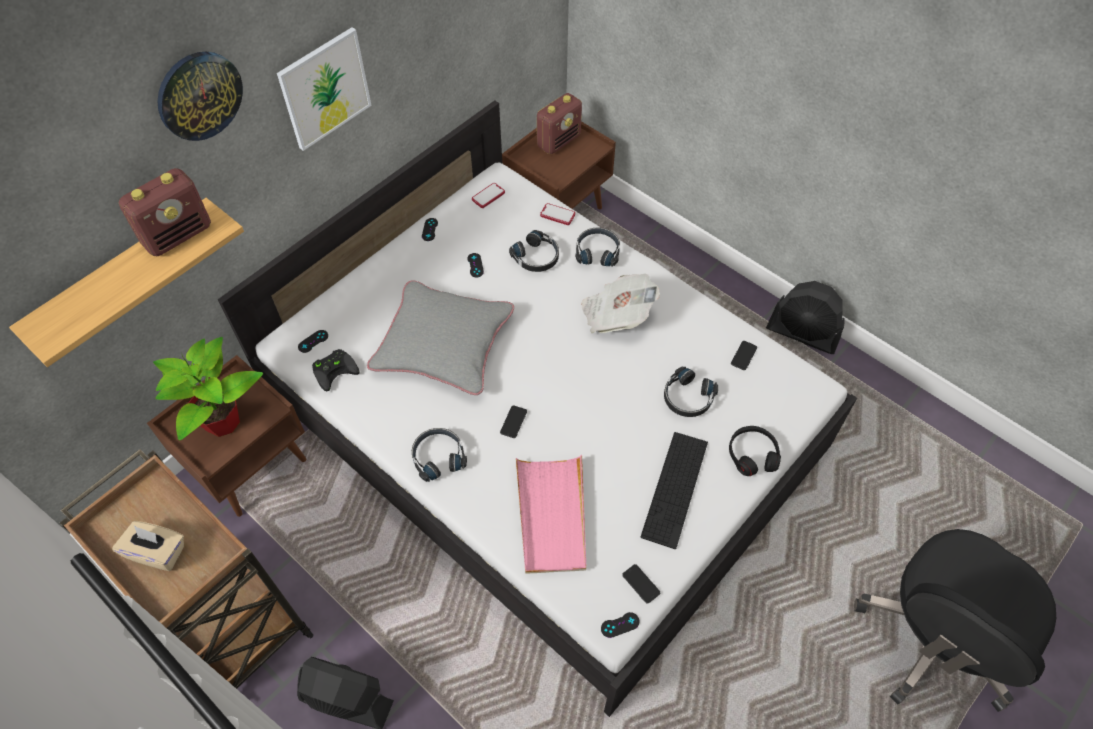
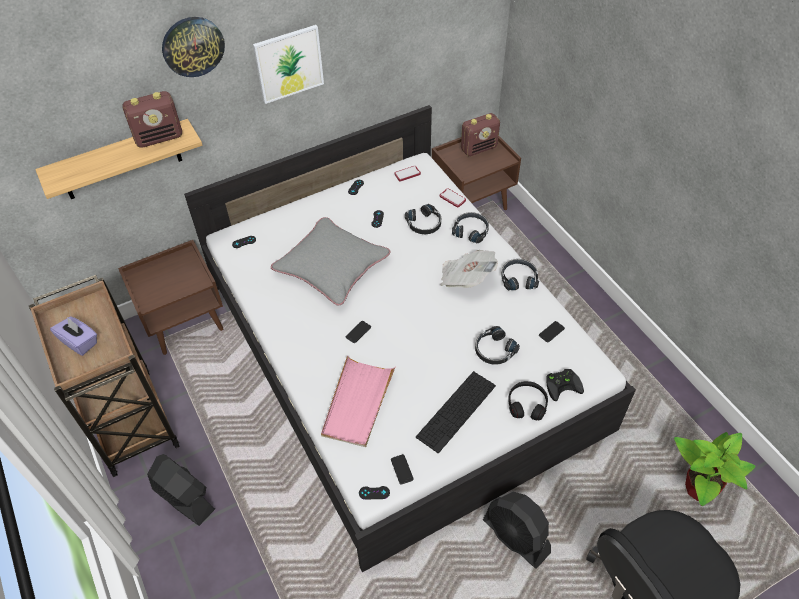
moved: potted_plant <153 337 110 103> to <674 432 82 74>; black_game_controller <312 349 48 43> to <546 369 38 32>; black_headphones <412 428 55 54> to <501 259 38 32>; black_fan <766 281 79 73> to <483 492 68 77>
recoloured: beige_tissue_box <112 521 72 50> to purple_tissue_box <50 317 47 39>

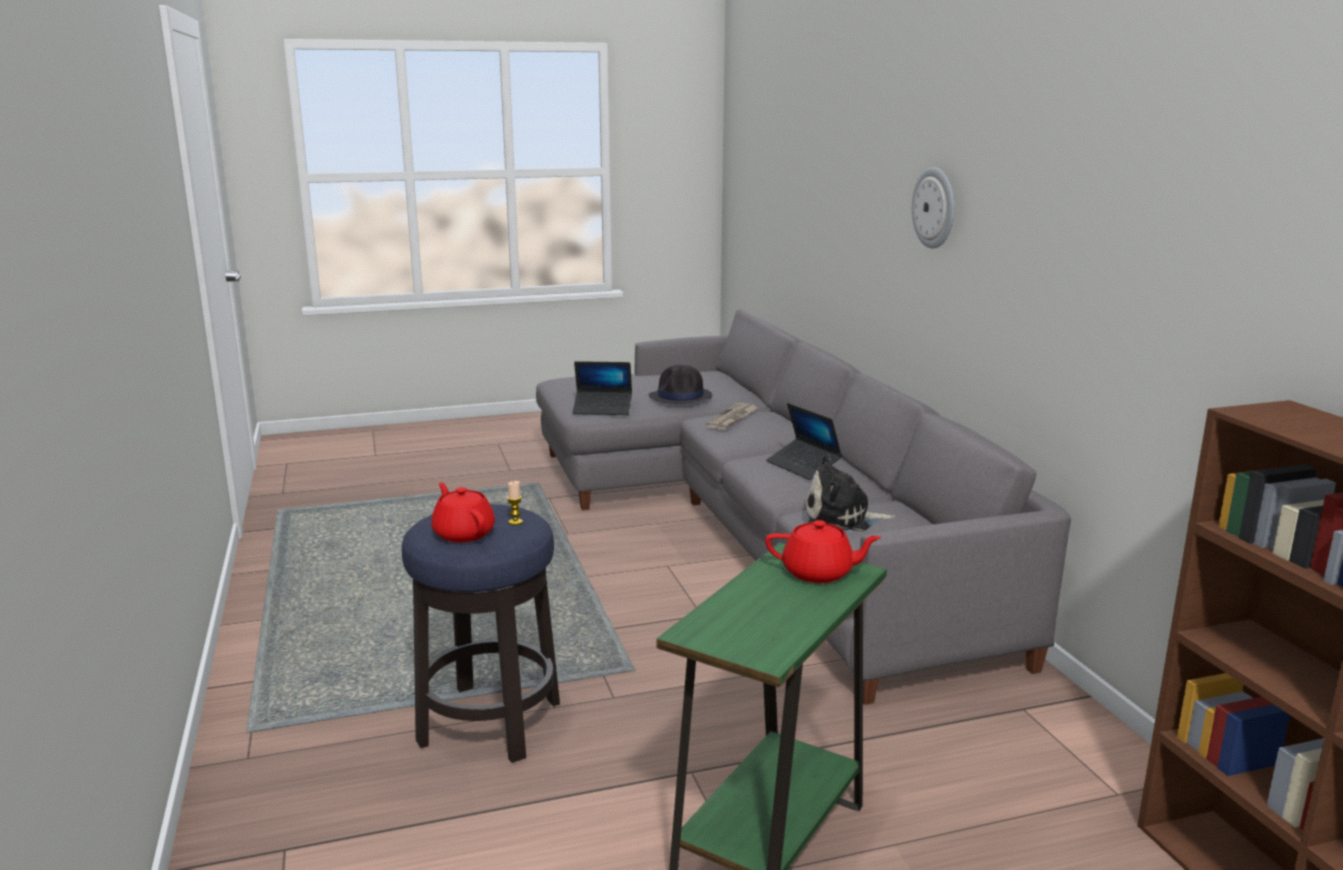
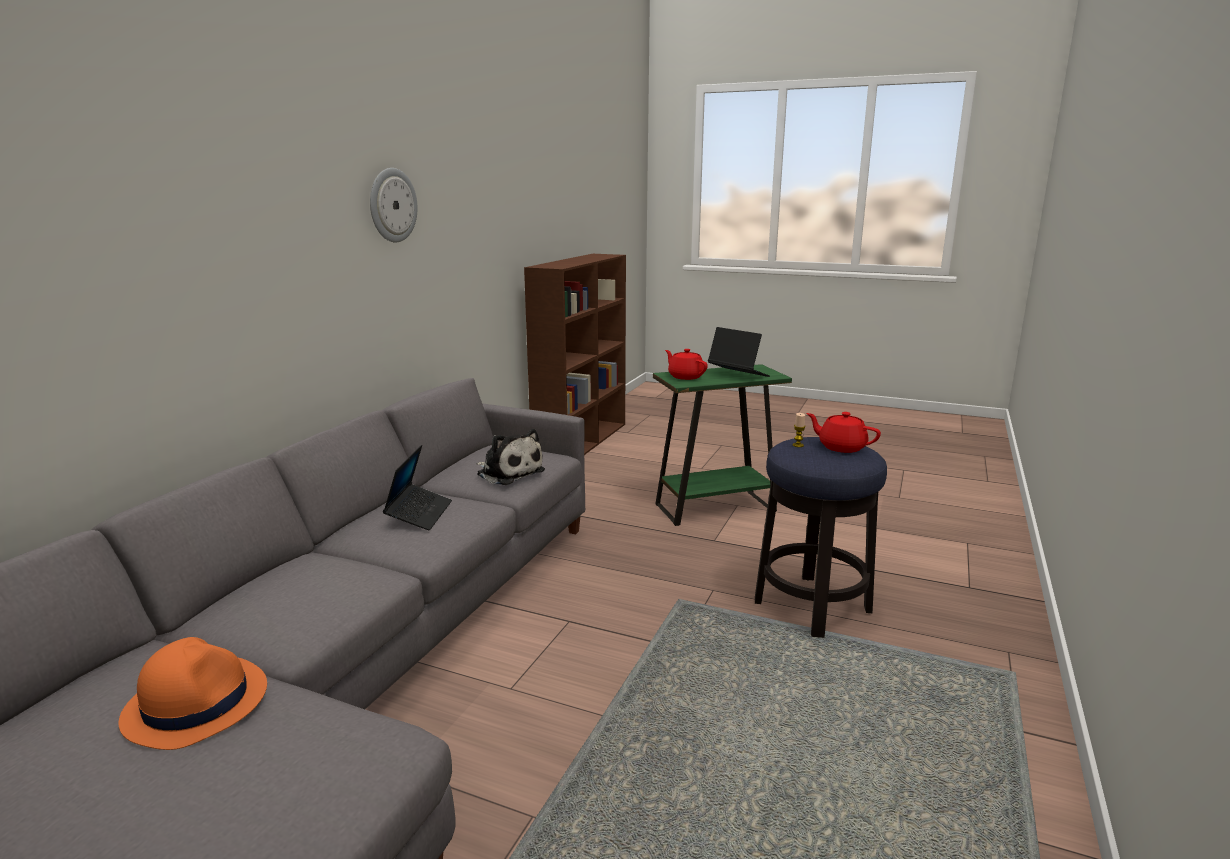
removed: newspaper <706 403 53 27>
moved: laptop <572 361 60 54> to <708 327 62 50>; wall_clock <912 167 42 82> to <370 168 48 74>
recoloured: black_hat <649 365 63 39> to orange_hat <119 637 148 113>
turned: red_teapot <431 483 64 59> = <806 412 75 41> 120 degrees clockwise

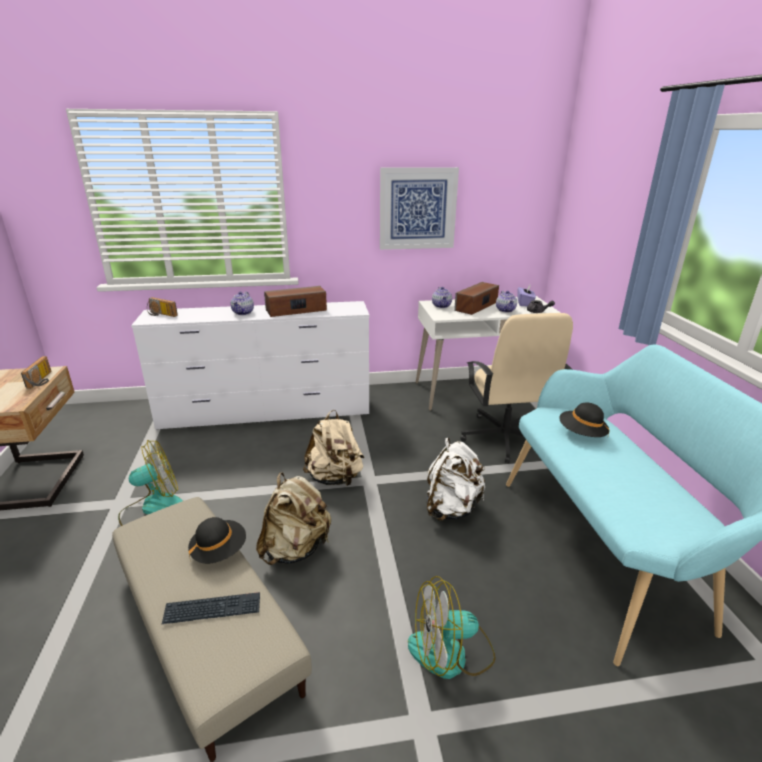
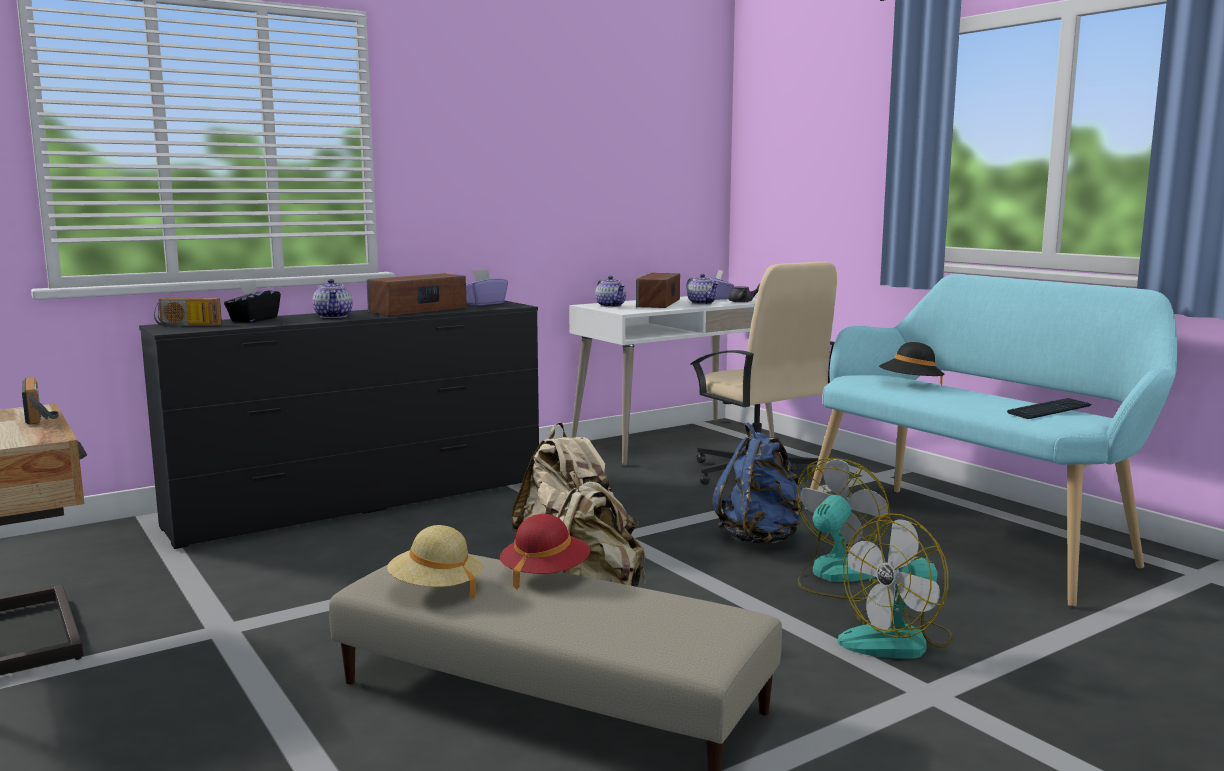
removed: picture <380 167 79 83>
added: black_tissue_box <224 281 57 41>; beige_hat <387 525 96 73>; purple_tissue_box <466 269 42 37>
moved: fan <118 440 65 86> to <796 458 94 142>; keyboard <162 592 98 32> to <1007 398 85 21>
recoloured: white_dresser <131 301 238 129> to black_dresser <139 300 400 249>; black_hat <188 517 58 47> to red_hat <500 514 91 76>; white_backpack <426 438 59 83> to blue_backpack <713 422 90 122>

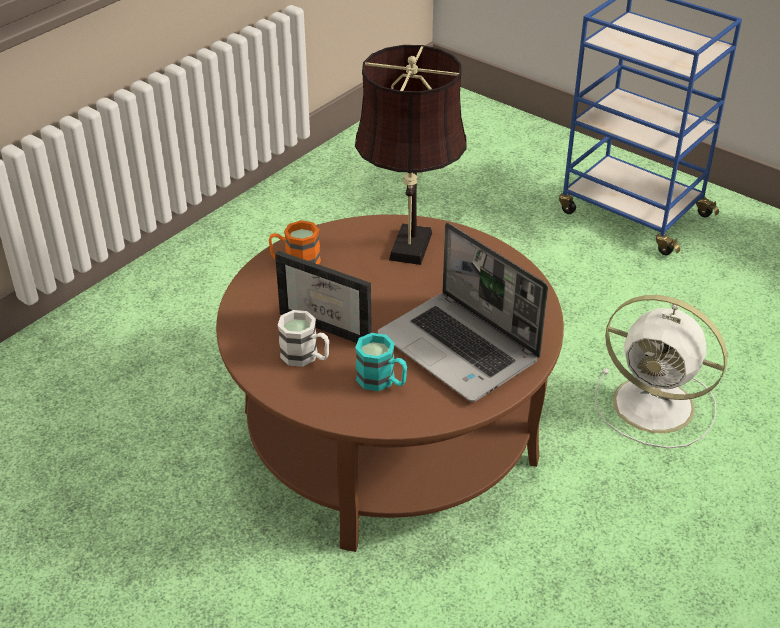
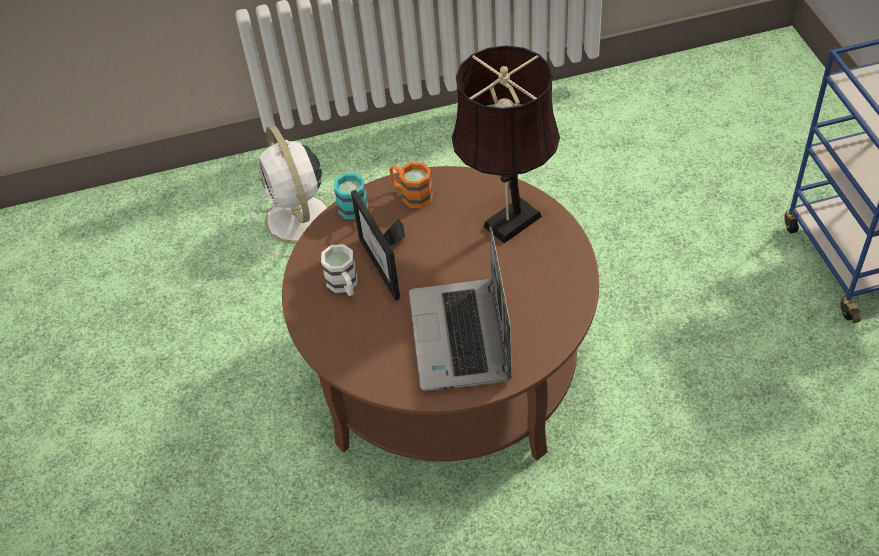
moved: turquoise_mug <355 333 52 58> to <334 173 34 46>; white_fan <595 295 132 153> to <251 125 85 131>

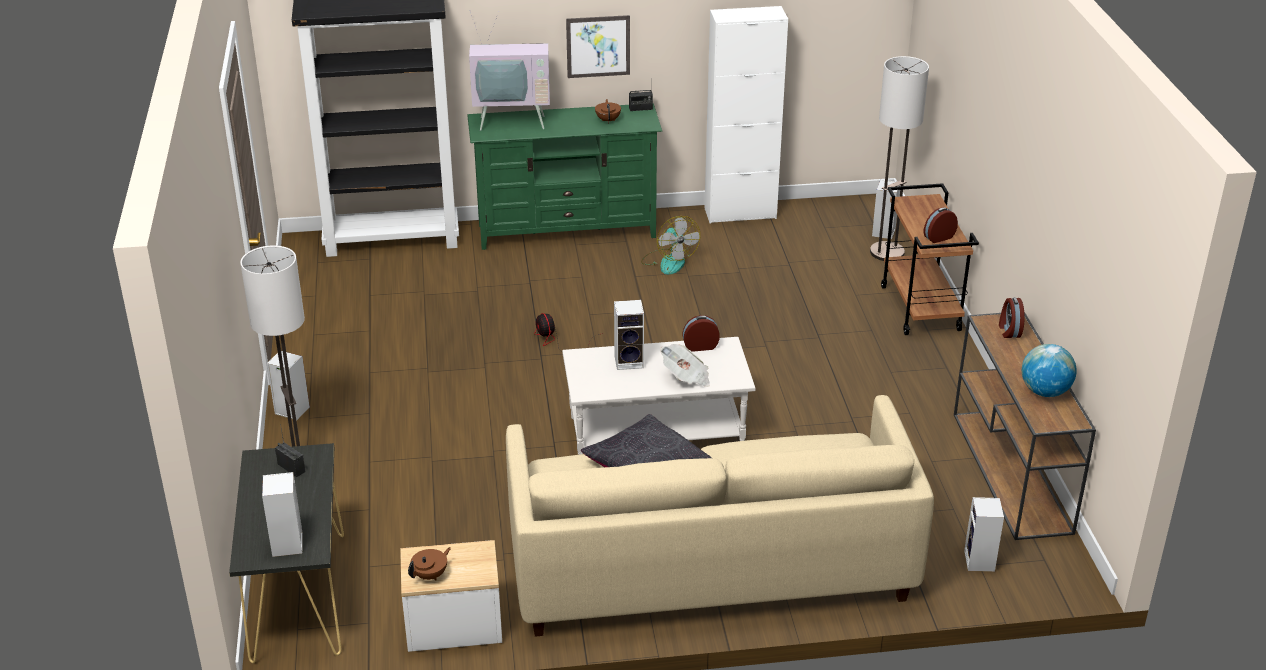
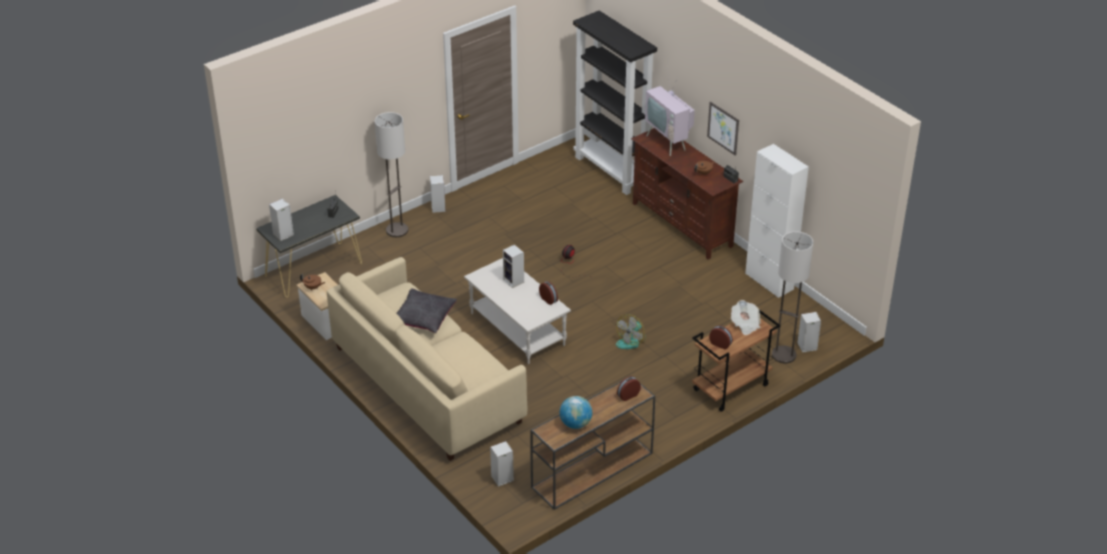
moved: fan <641 216 59 59> to <616 314 30 35>; newspaper <660 344 50 43> to <731 300 30 35>
recoloured: green_tv_stand <467 103 195 147> to brown_tv_stand <631 128 112 131>

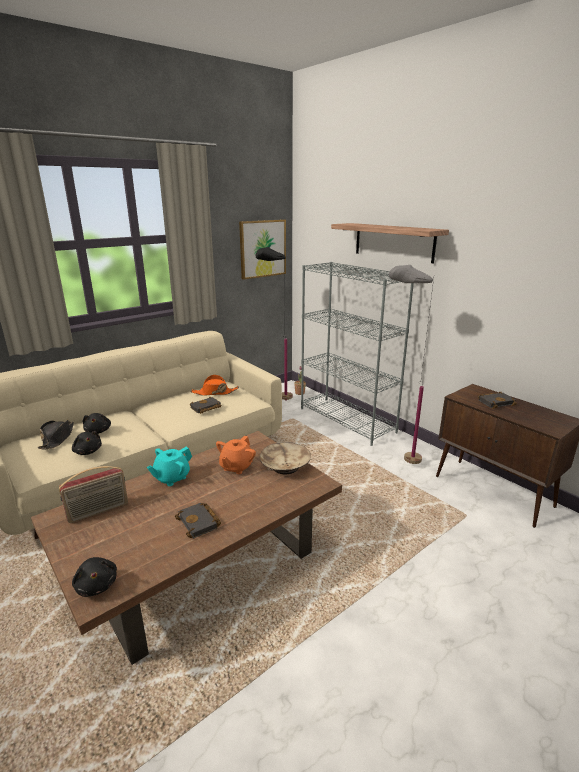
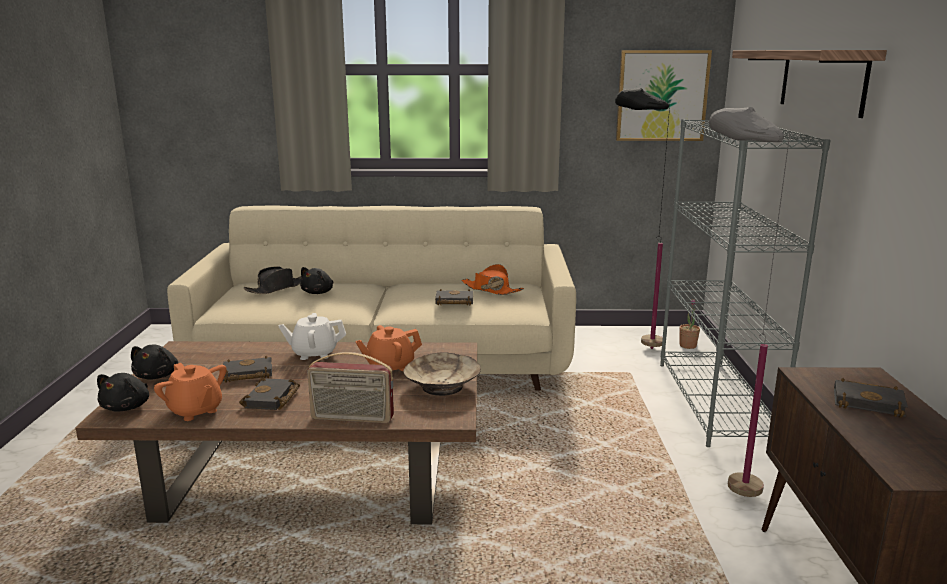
added: orange_teapot <154 363 73 58>; black_book <223 356 49 27>
moved: radio <59 466 69 57> to <307 352 87 71>; black_plush_toy <72 431 30 24> to <131 345 47 35>
recoloured: turquoise_teapot <147 447 45 39> to white_teapot <279 313 67 47>

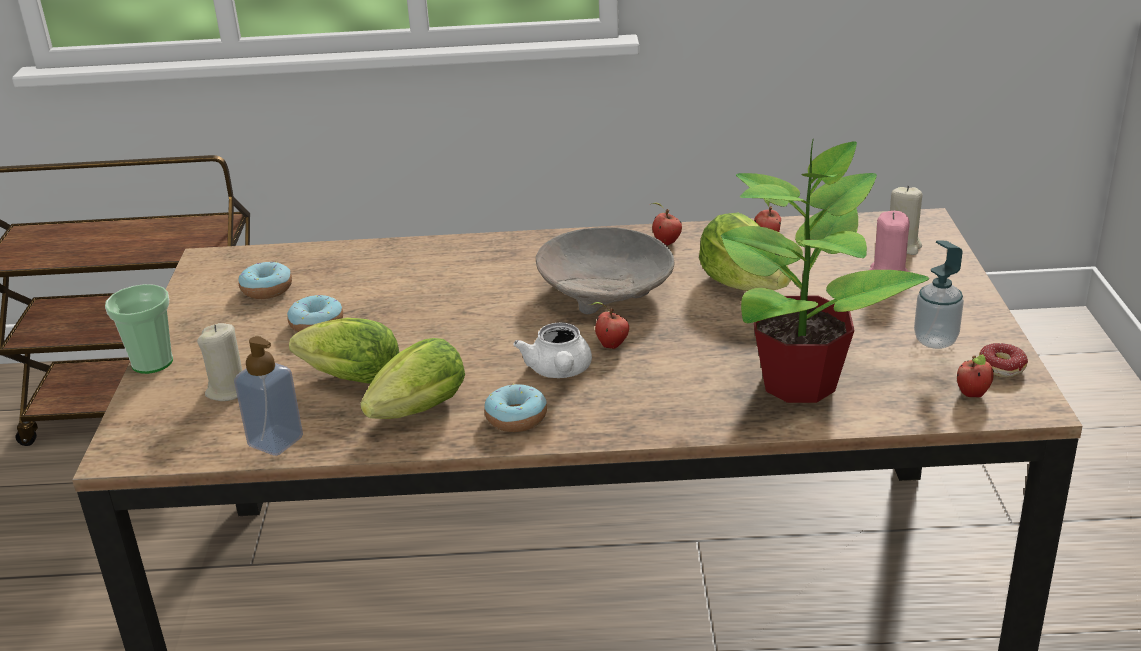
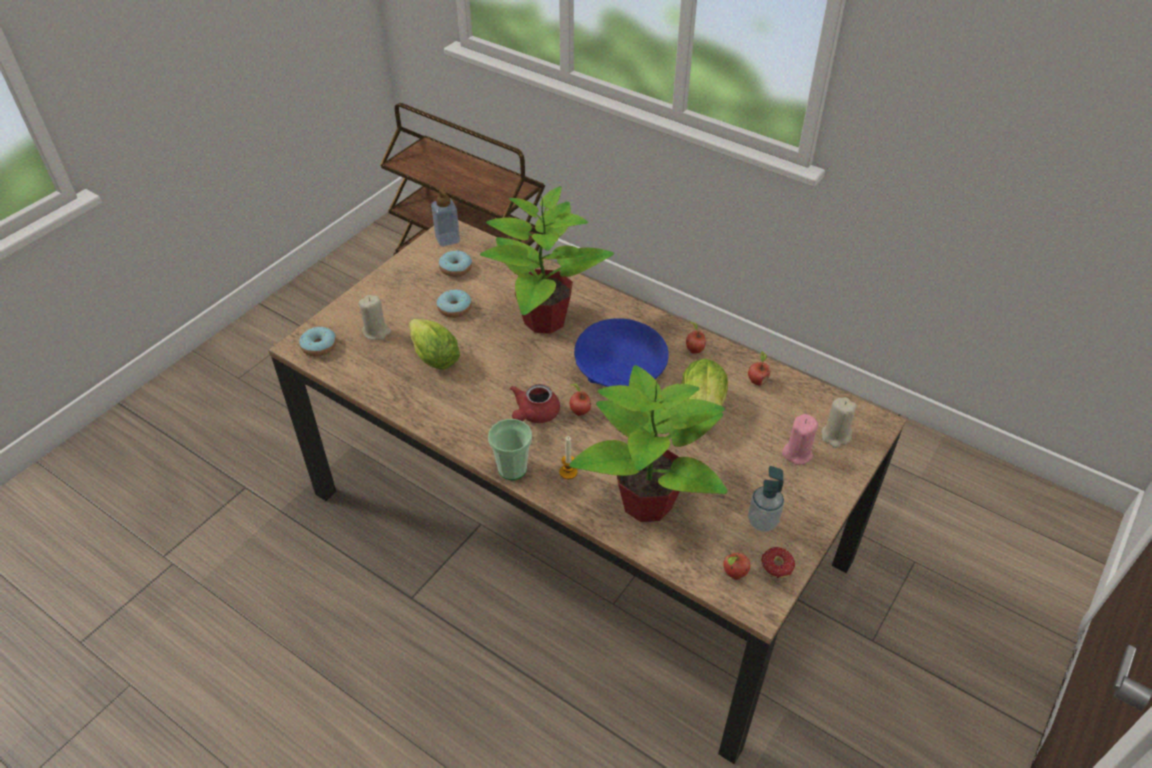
removed: lettuce <360 338 105 81>
added: potted_plant <480 186 134 148>; candle <559 436 19 43>
moved: cup <105 284 68 90> to <488 419 44 61>; soap_dispenser <234 336 69 120> to <431 187 29 60>; donut <484 384 63 48> to <299 327 38 30>
recoloured: white_teapot <513 322 79 56> to red_teapot <510 384 50 39>; beige_bowl <536 227 138 87> to blue_bowl <574 318 95 69>

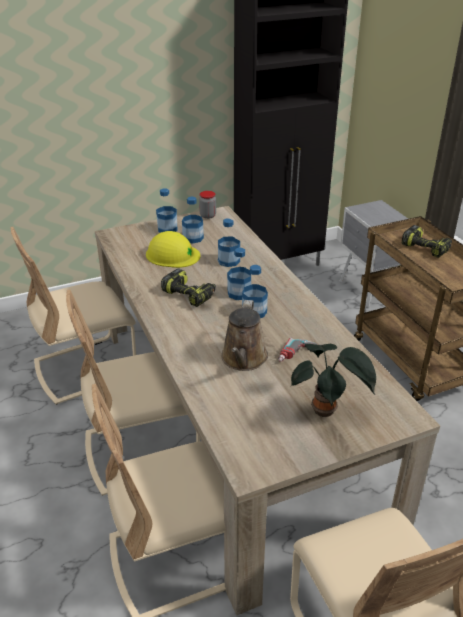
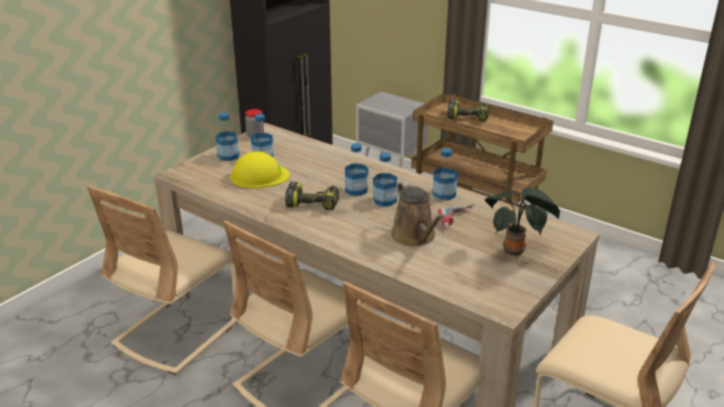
moved: bottle <218 218 22 49> to <432 148 26 52>

